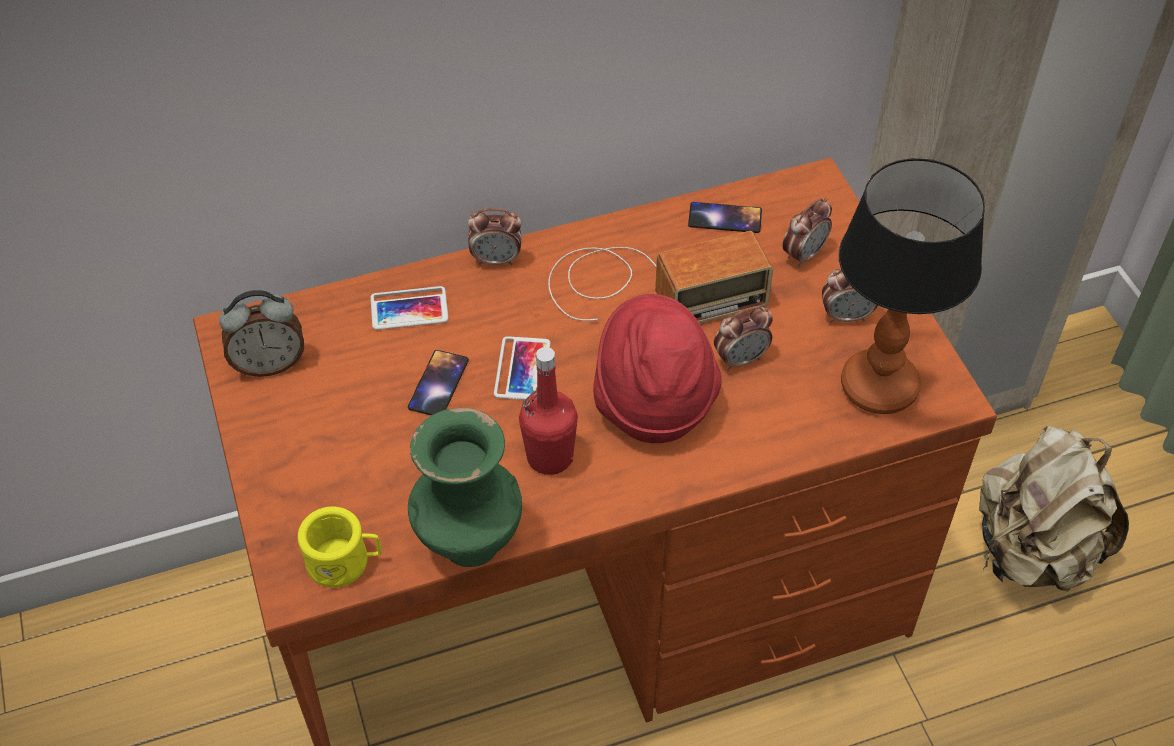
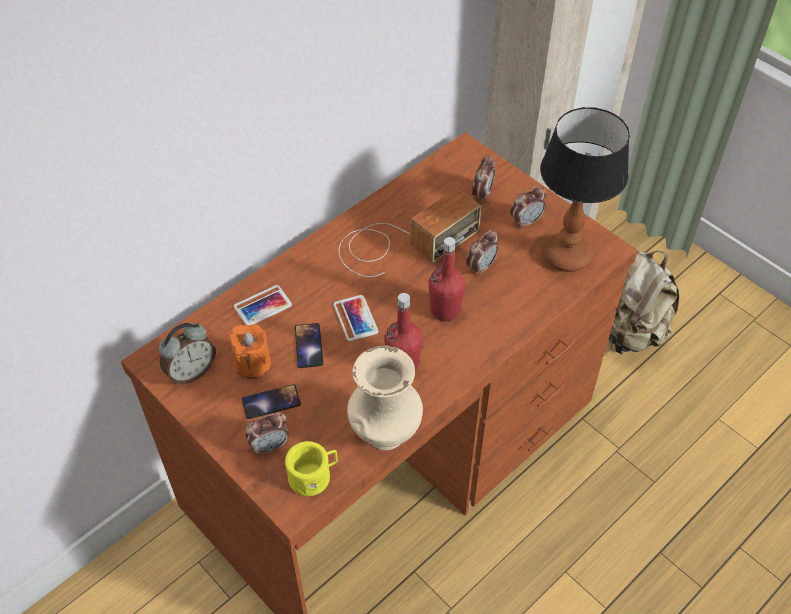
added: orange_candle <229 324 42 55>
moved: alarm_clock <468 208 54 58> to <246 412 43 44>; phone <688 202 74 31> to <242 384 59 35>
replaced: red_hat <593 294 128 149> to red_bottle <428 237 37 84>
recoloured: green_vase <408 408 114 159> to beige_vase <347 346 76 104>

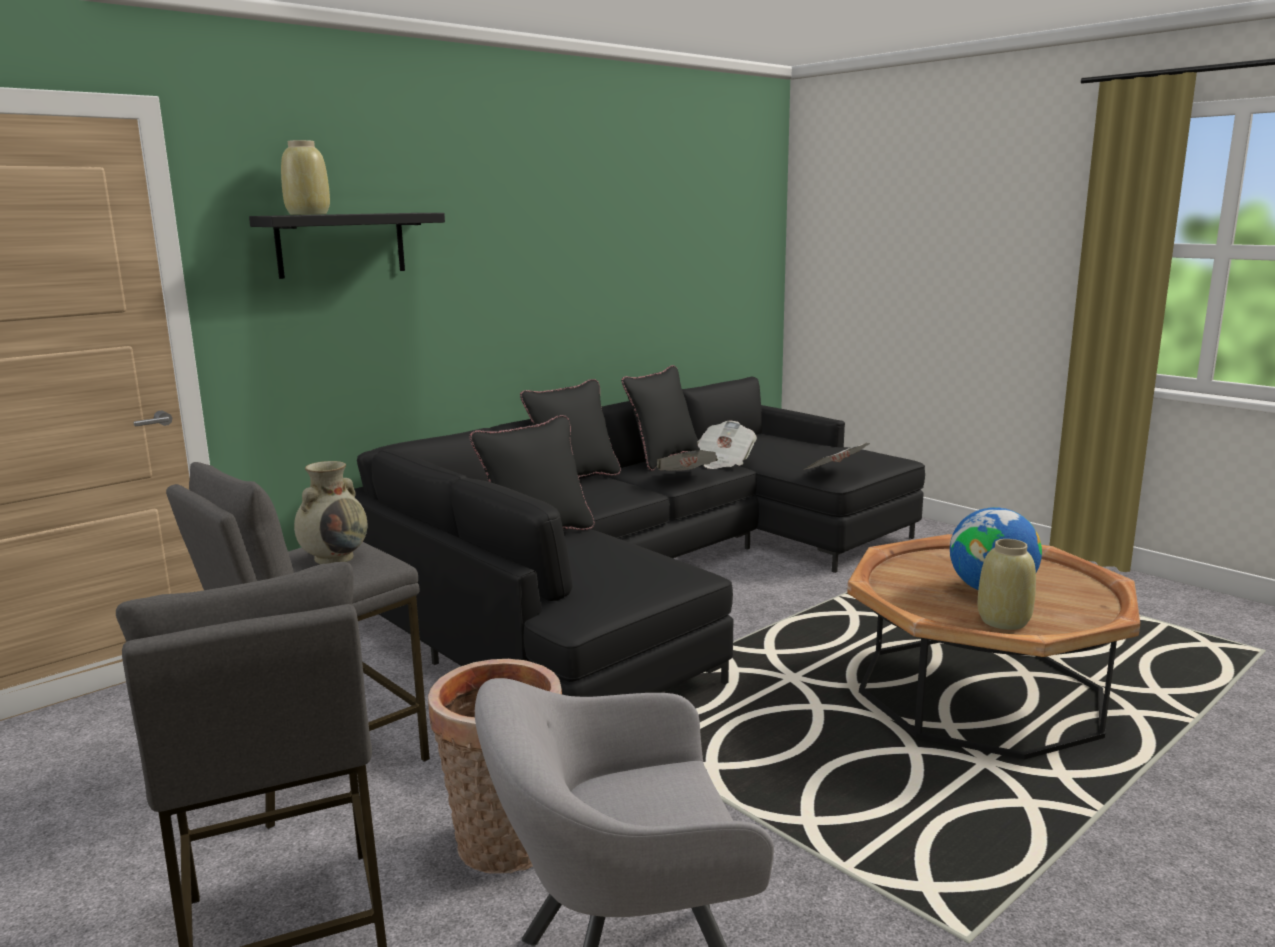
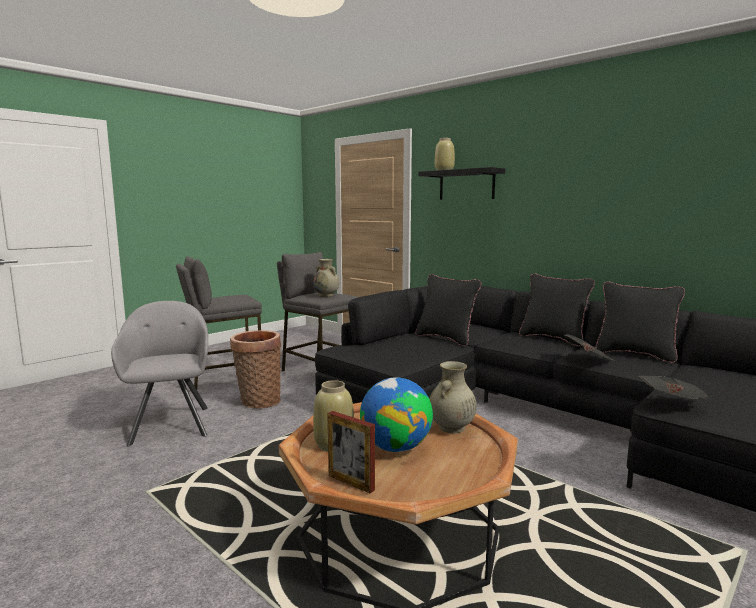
removed: newspaper <697 421 60 48>
added: picture_frame <327 411 48 82>; beige_vase <429 361 48 72>

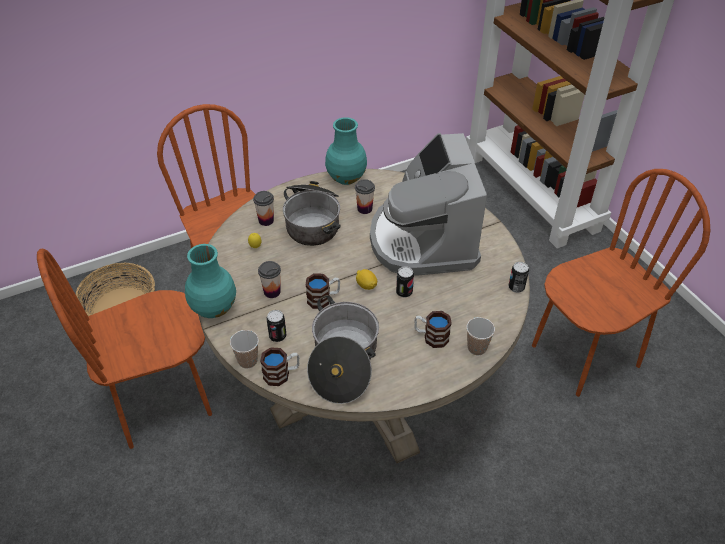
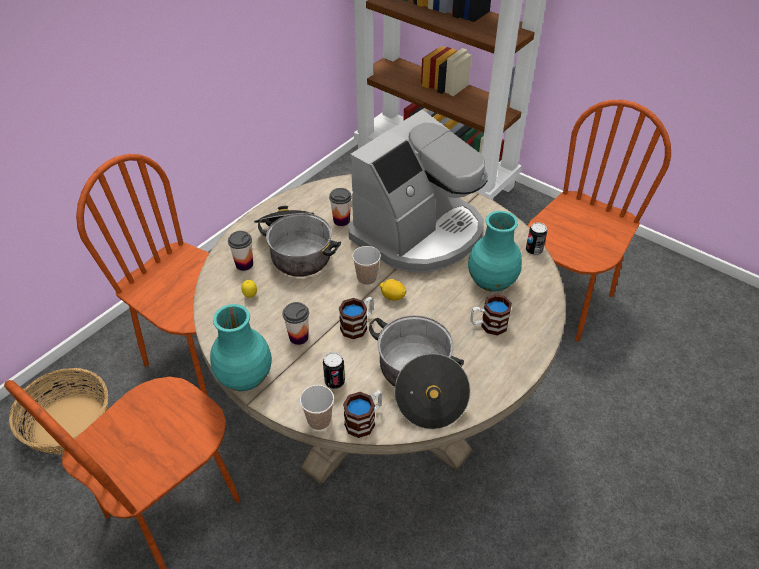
removed: can <396 266 18 32>
moved: turquoise_vase <325 117 42 68> to <468 211 54 81>; cup <466 317 29 38> to <352 246 29 39>
turned: coffee_machine <370 133 117 143> = <348 110 140 163> 105 degrees counterclockwise

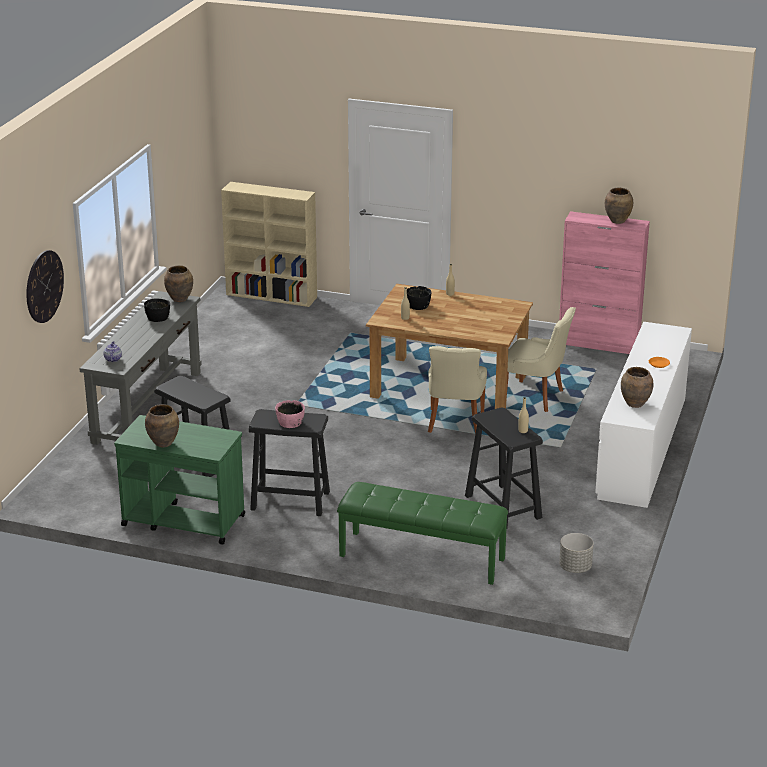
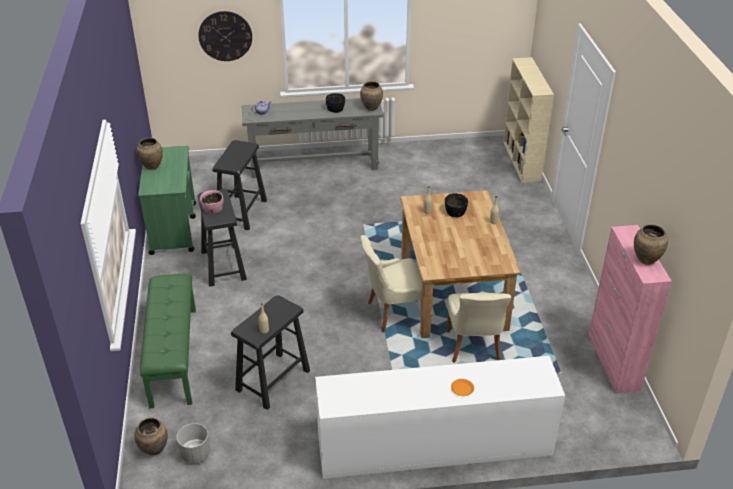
moved: brown_vase <621 367 32 41> to <135 418 33 38>

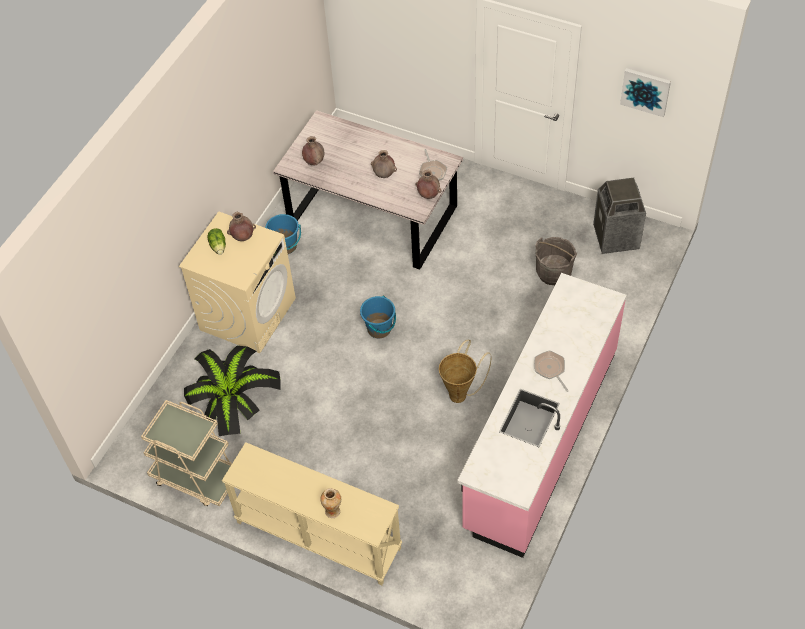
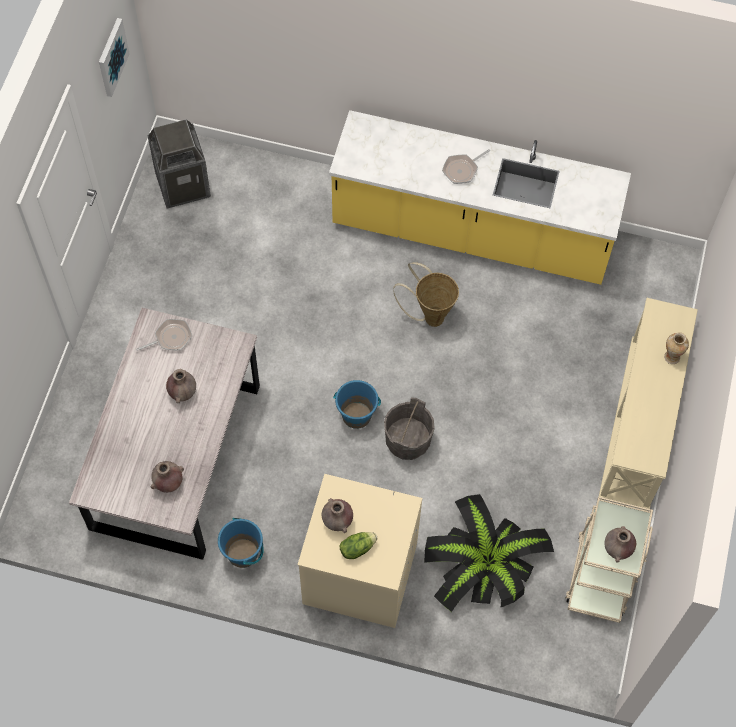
moved: brown_vase <415 170 27 29> to <604 526 32 36>; grey_bucket <535 237 42 48> to <384 397 51 63>
recoloured: pink_counter <457 273 170 285> to yellow_counter <329 110 302 175>

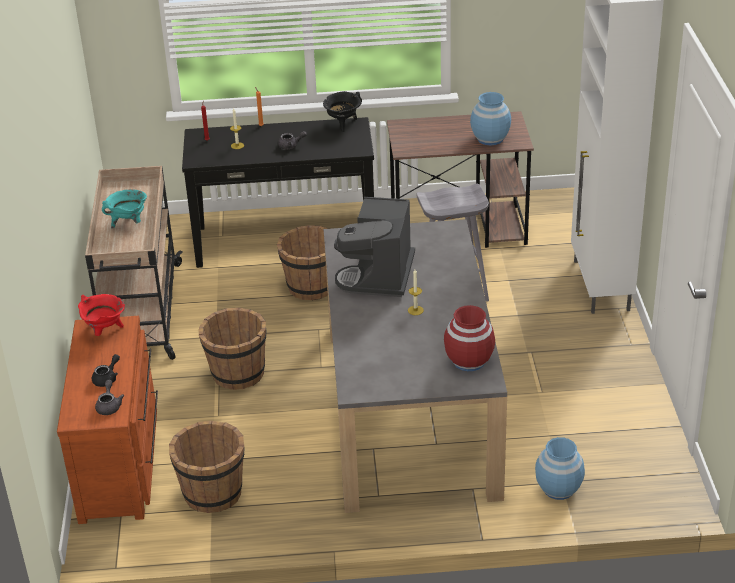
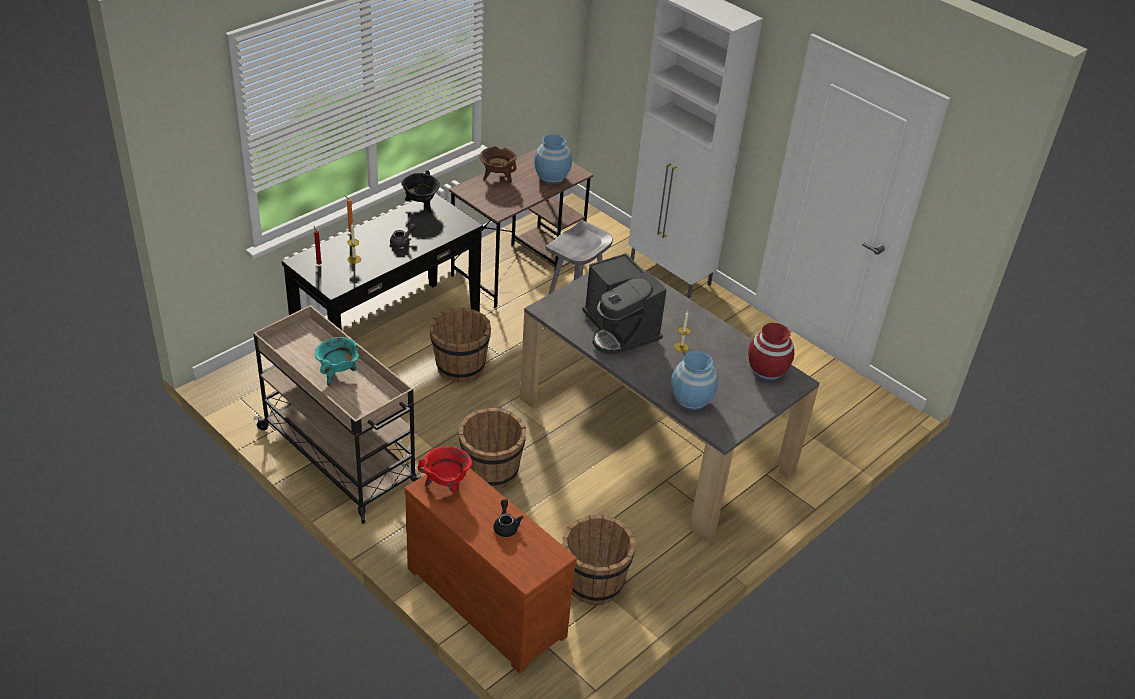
removed: grey_teapot <95 380 29 35>
added: brown_cooking_pot <479 146 38 37>
moved: blue_vase <535 437 50 63> to <671 351 47 59>

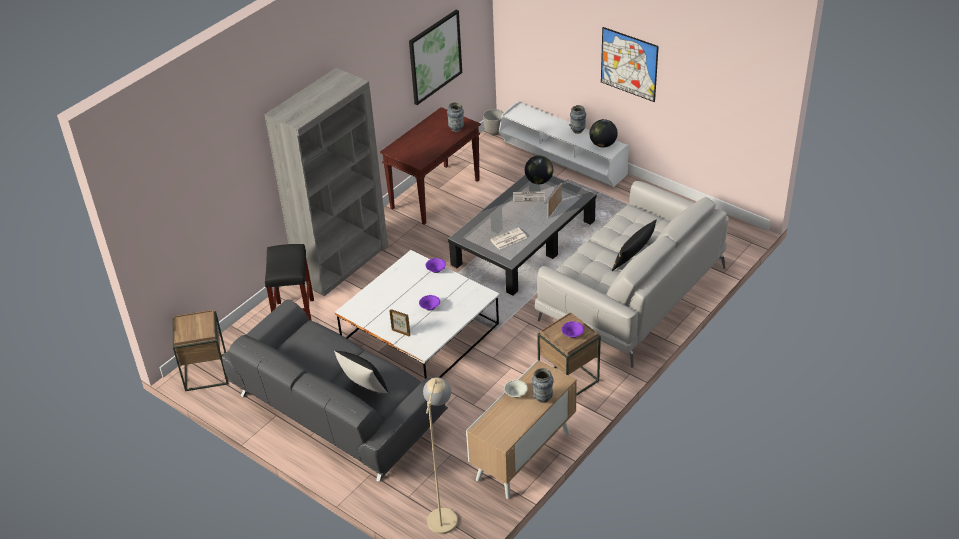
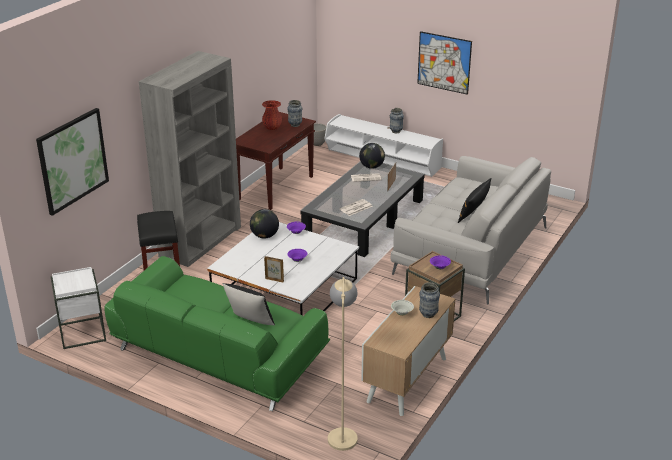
added: red_vase <262 100 20 30>
moved: picture <409 10 53 95> to <36 108 73 108>; globe <590 119 28 28> to <250 209 29 29>
recoloured: brown_side_table <173 310 55 81> to white_side_table <51 267 55 82>; grey_sofa <222 299 226 183> to green_sofa <104 256 226 155>

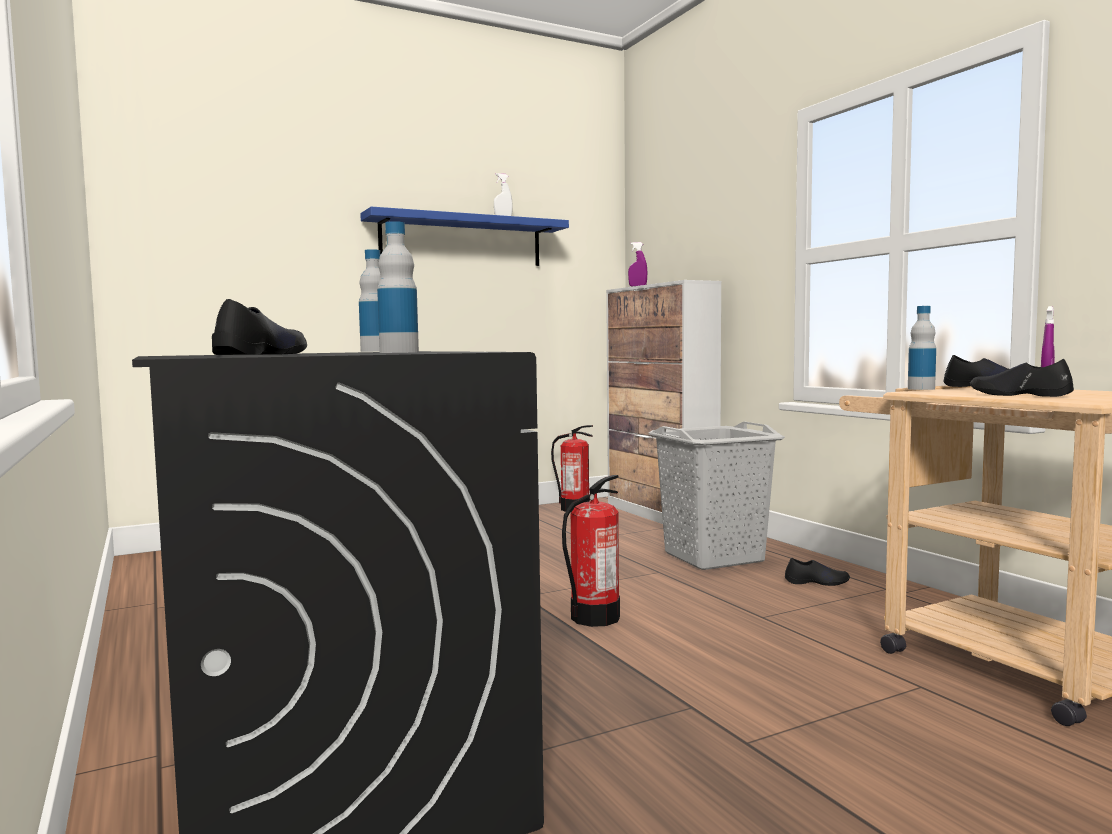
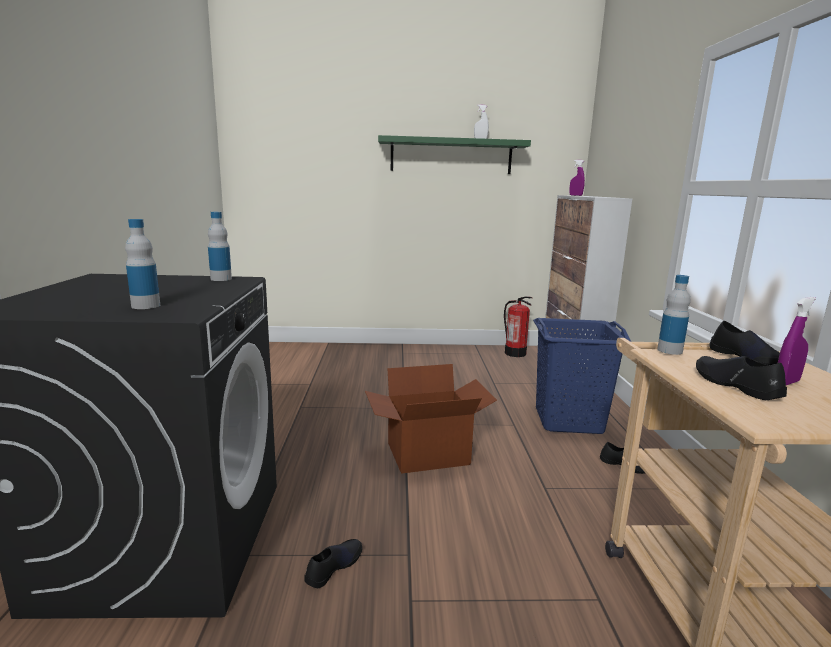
moved: black_shoe <212 299 95 56> to <304 539 58 49>
replaced: fire_extinguisher <562 475 58 152> to cardboard_box <365 364 132 110>
recoloured: blue_shelf <360 207 209 59> to green_shelf <378 135 153 39>; grey_laundry_basket <649 422 136 148> to blue_laundry_basket <533 318 99 116>

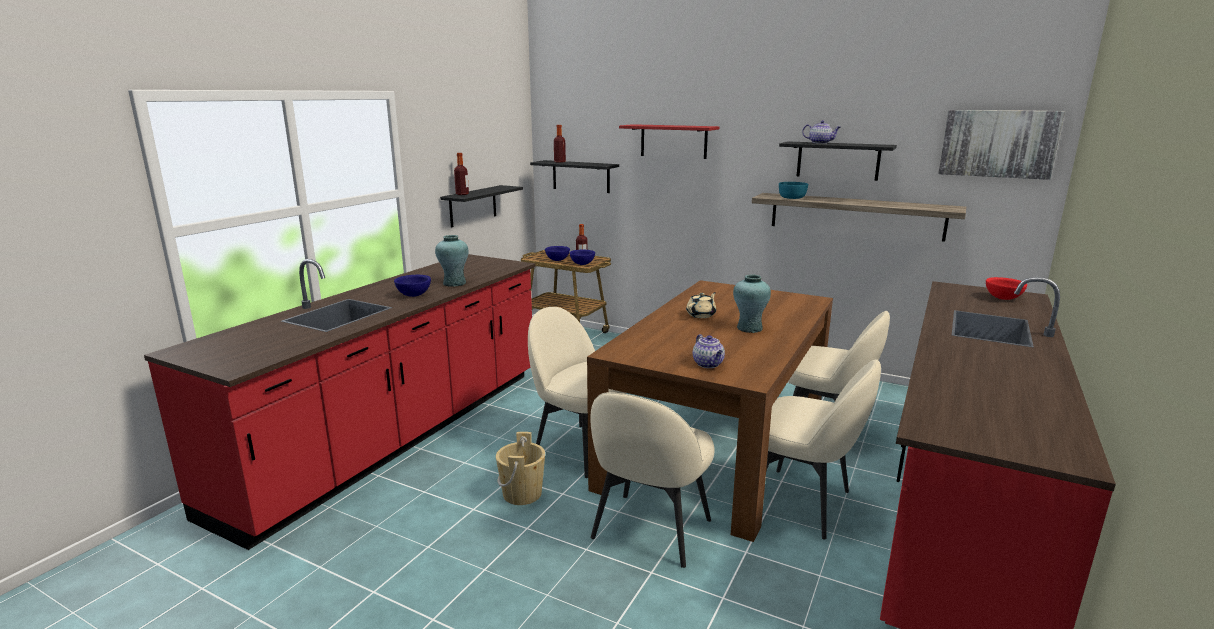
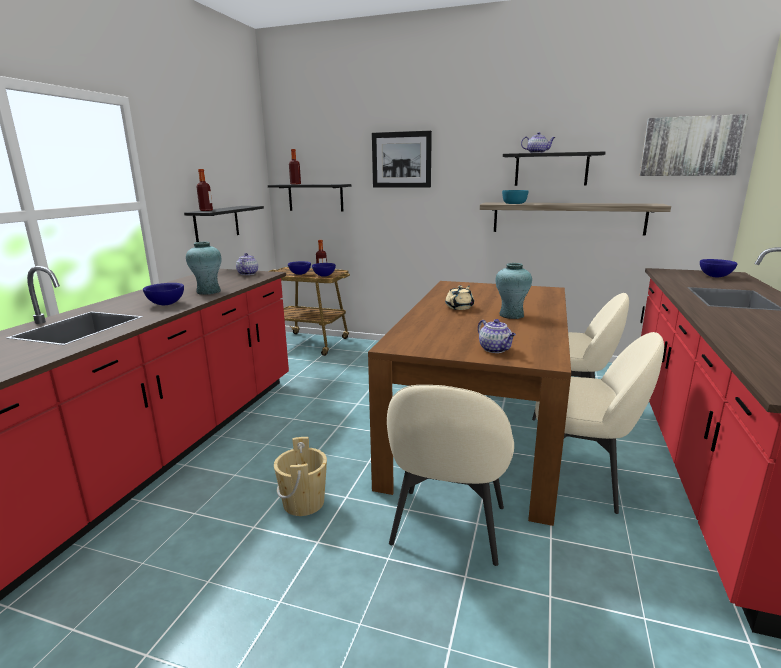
removed: beige_chair <528 307 99 171>
added: teapot <236 253 22 22>
replaced: red_shelf <619 124 100 35> to picture <372 131 60 57>
recoloured: red_bowl <986 277 41 23> to blue_bowl <700 259 37 18>

